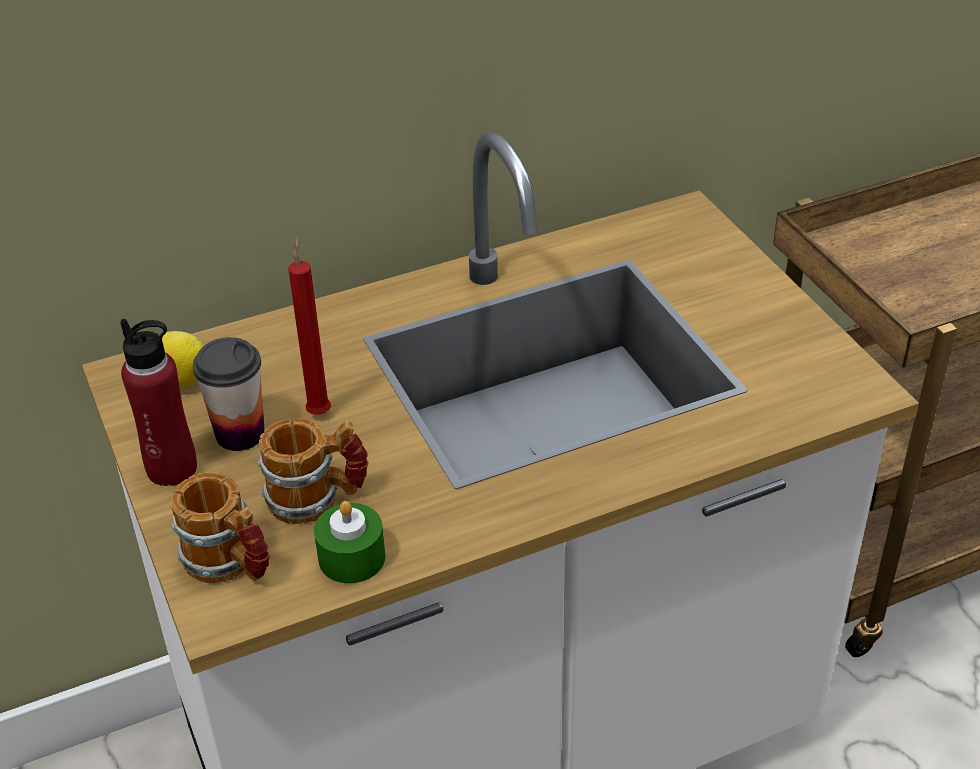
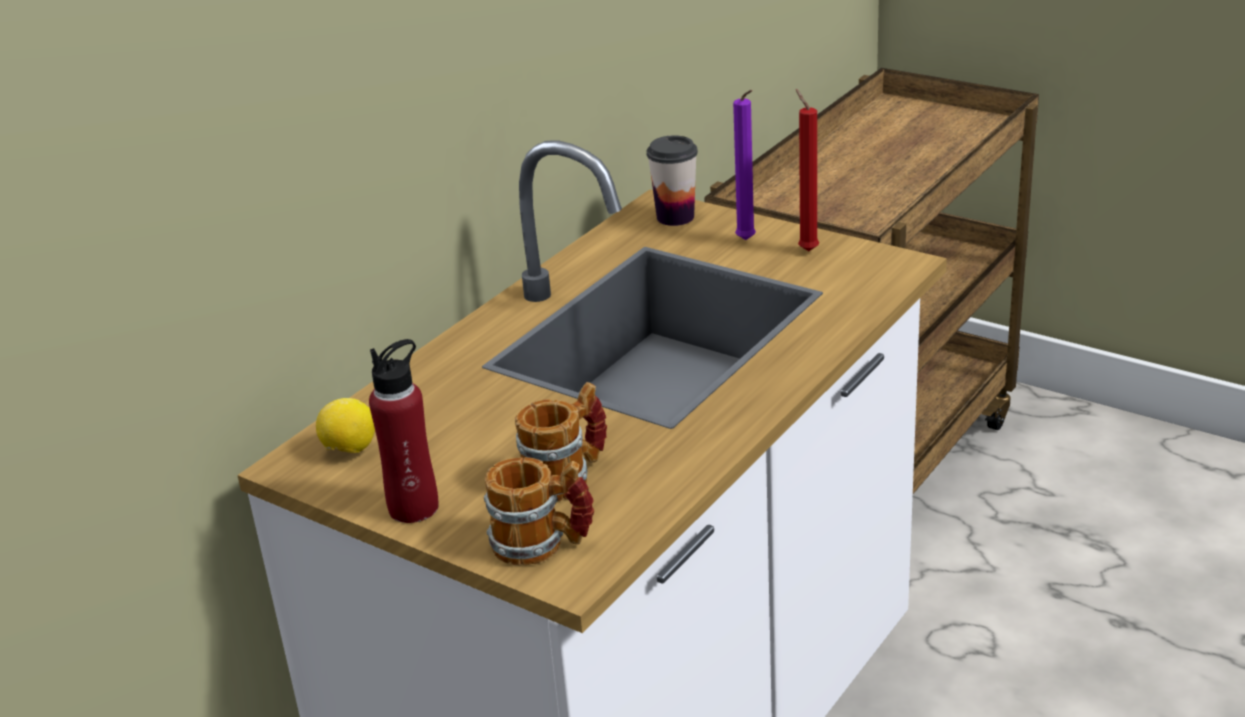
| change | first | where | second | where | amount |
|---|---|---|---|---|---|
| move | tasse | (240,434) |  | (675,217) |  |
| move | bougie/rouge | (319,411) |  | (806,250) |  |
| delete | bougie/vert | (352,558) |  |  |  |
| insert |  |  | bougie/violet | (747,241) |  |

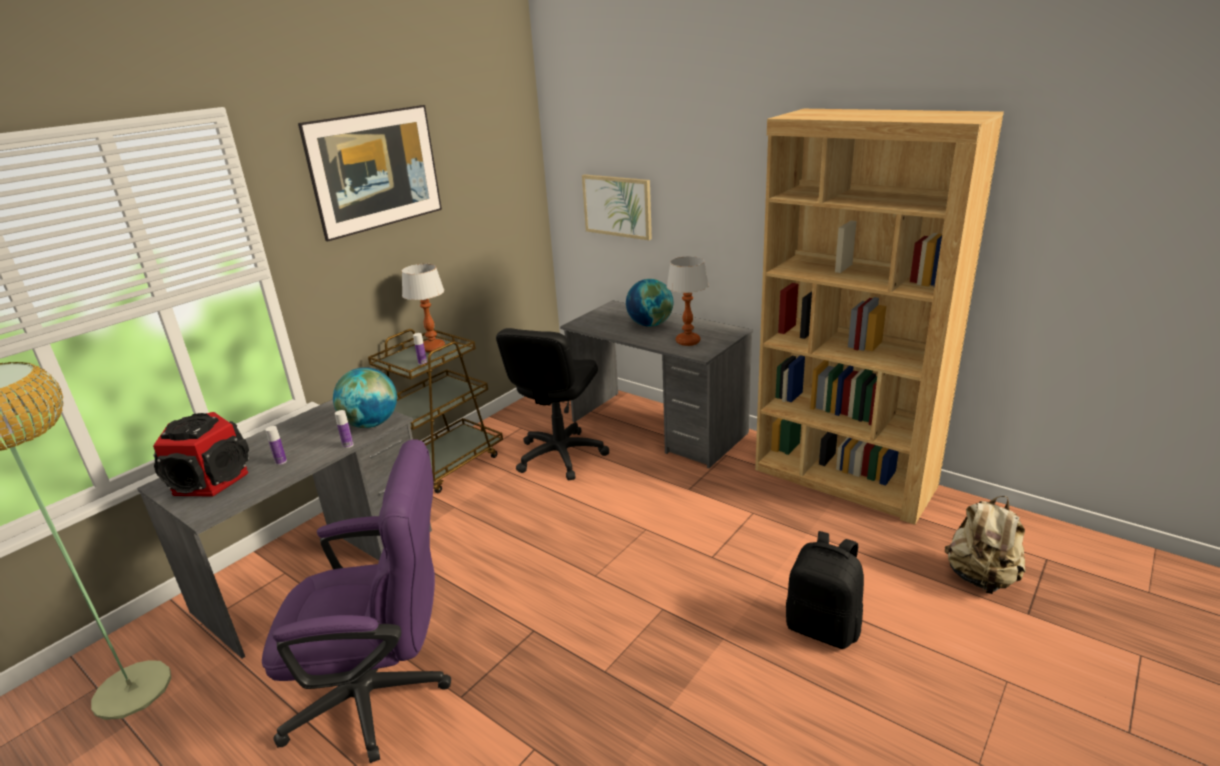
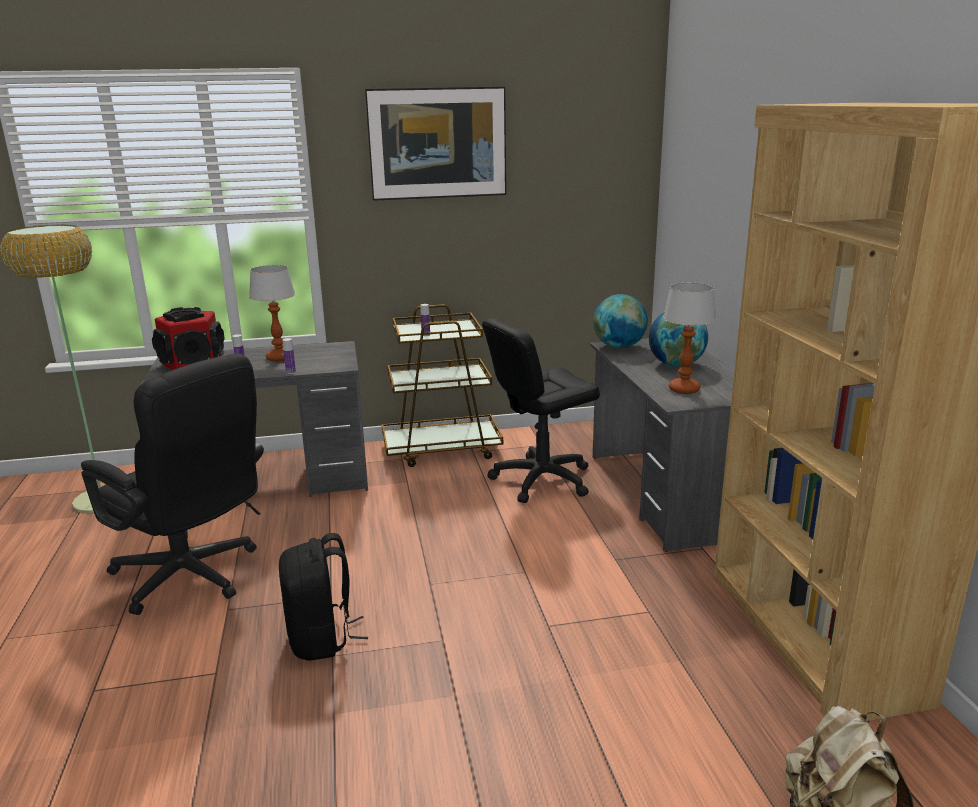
| change | first | where | second | where | amount |
|---|---|---|---|---|---|
| recolor | chaise de bureau/violet | (382,694) | chaise de bureau/noir | (193,578) |  |
| move | globe | (371,424) |  | (619,347) |  |
| move | lampe de table | (433,348) |  | (280,358) |  |
| delete | tableau | (617,206) |  |  |  |
| move | sac à dos/noir | (823,627) |  | (322,639) |  |

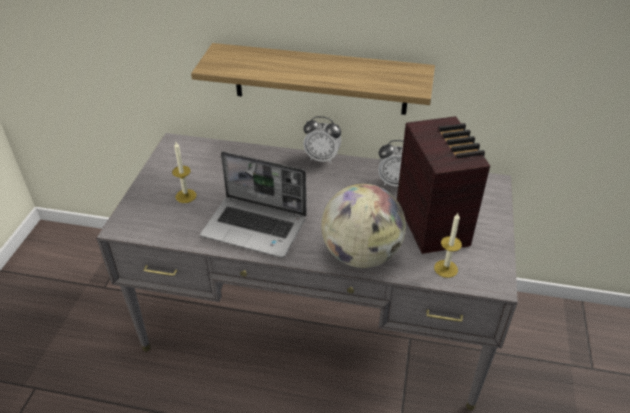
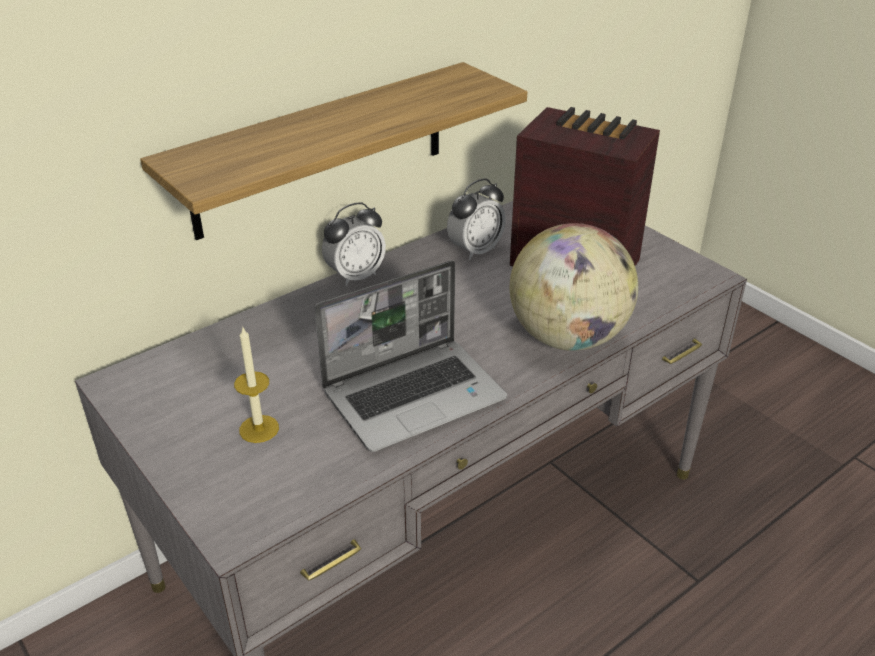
| change | first | where | second | where | amount |
|---|---|---|---|---|---|
| delete | bougie | (446,268) |  |  |  |

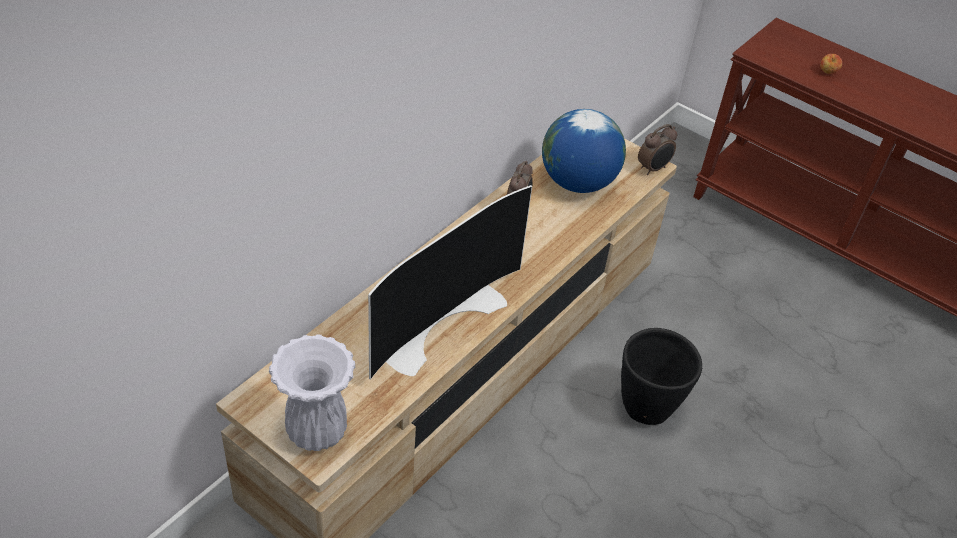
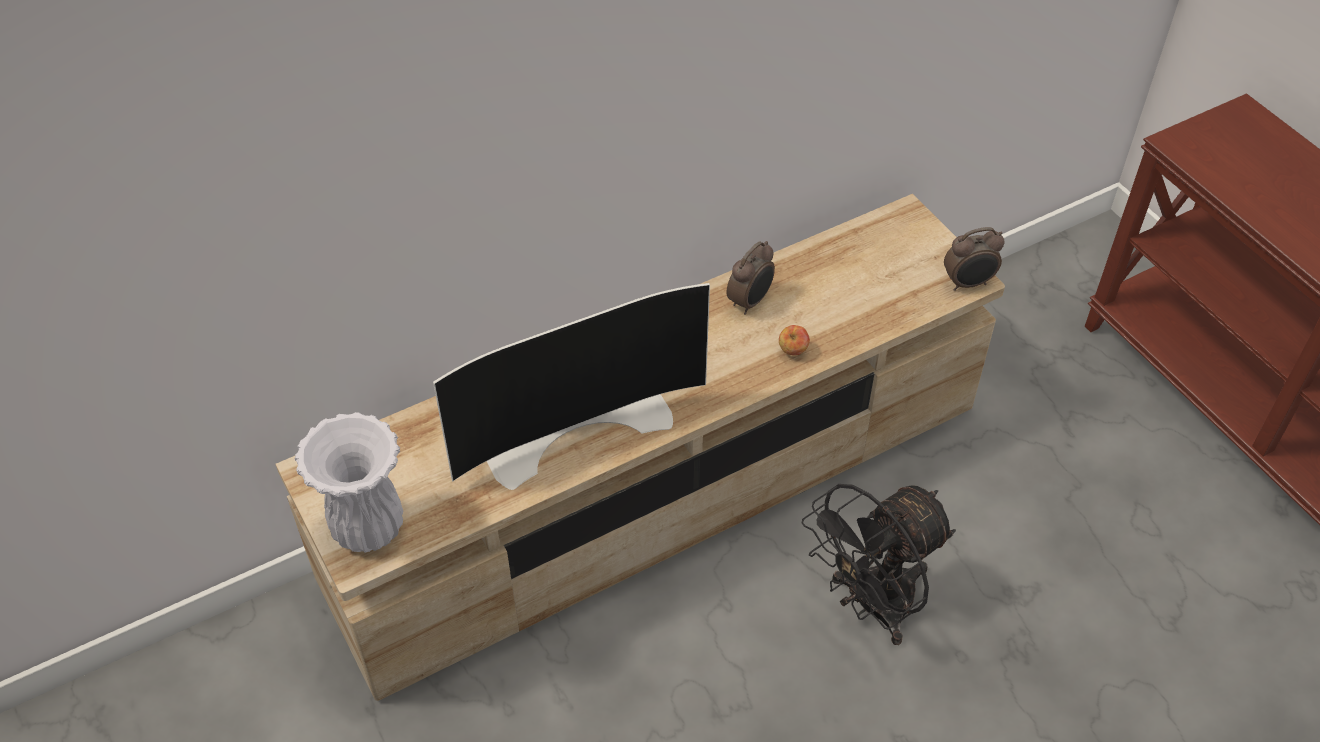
| change | first | where | second | where | amount |
|---|---|---|---|---|---|
| delete | globe | (577,182) |  |  |  |
| replace | cache-pot/noir | (647,408) | ventilateur/noir | (871,606) |  |
| move | pomme | (827,72) |  | (793,350) |  |

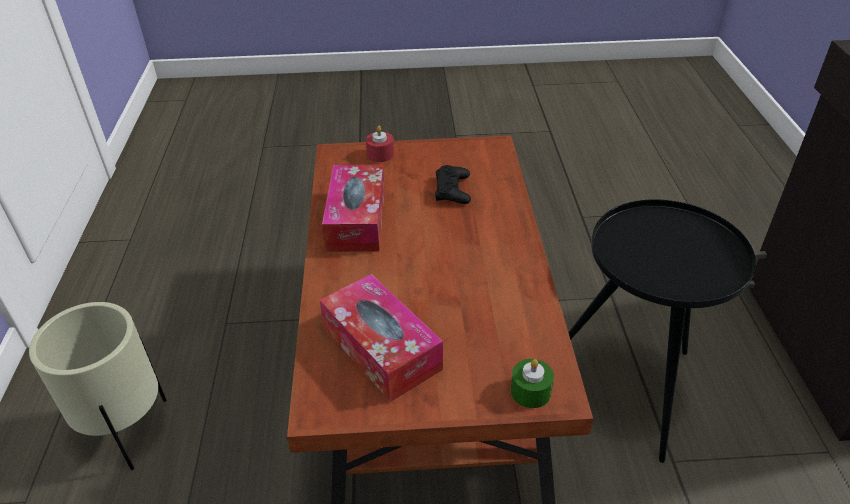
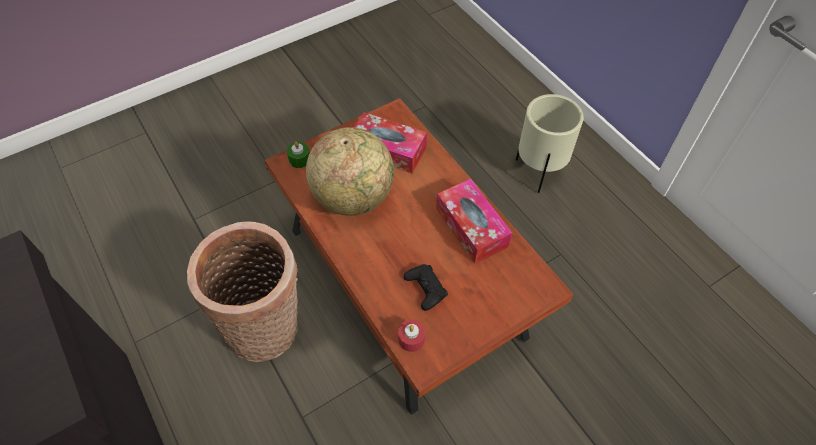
| change | first | where | second | where | amount |
|---|---|---|---|---|---|
| move | bougie/rouge | (380,154) |  | (411,339) |  |
| replace | table d'appoint/noir | (630,392) | panier | (268,328) |  |
| insert |  |  | globe | (353,197) |  |

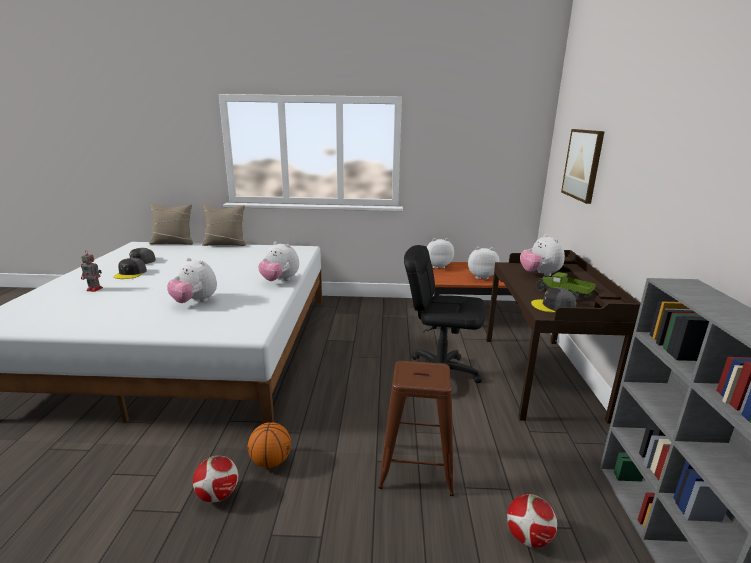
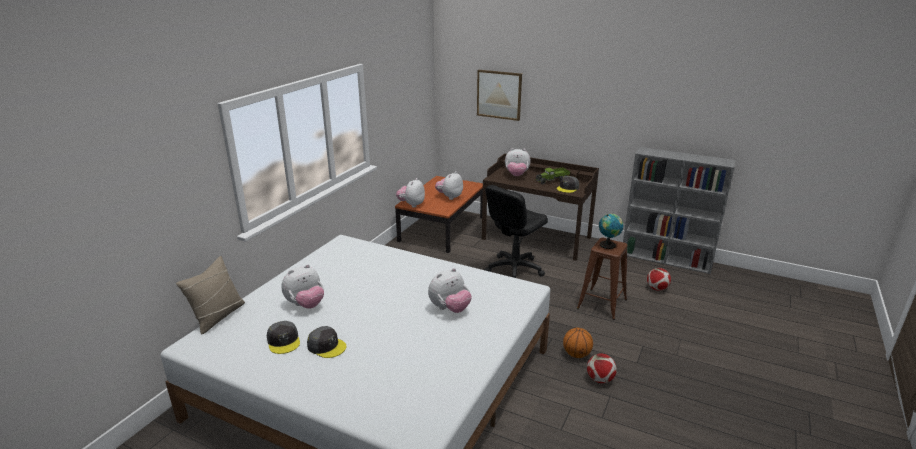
| change | first | where | second | where | amount |
|---|---|---|---|---|---|
| delete | robot jouet | (95,289) |  |  |  |
| delete | coussin/beige | (225,244) |  |  |  |
| move | peluche | (280,281) |  | (306,305) |  |
| insert |  |  | globe | (608,245) |  |

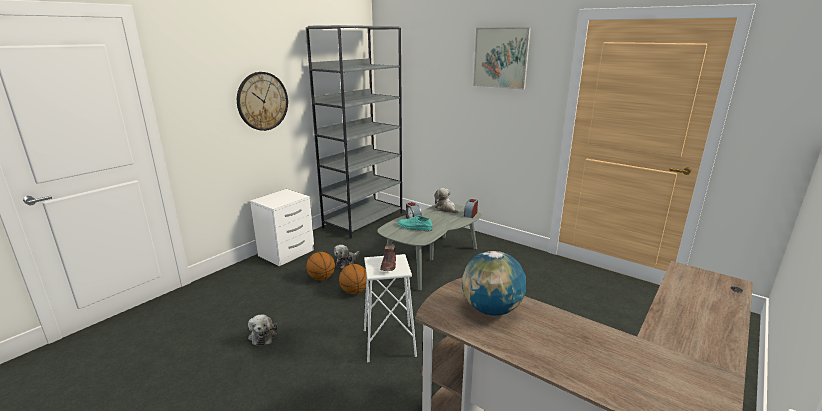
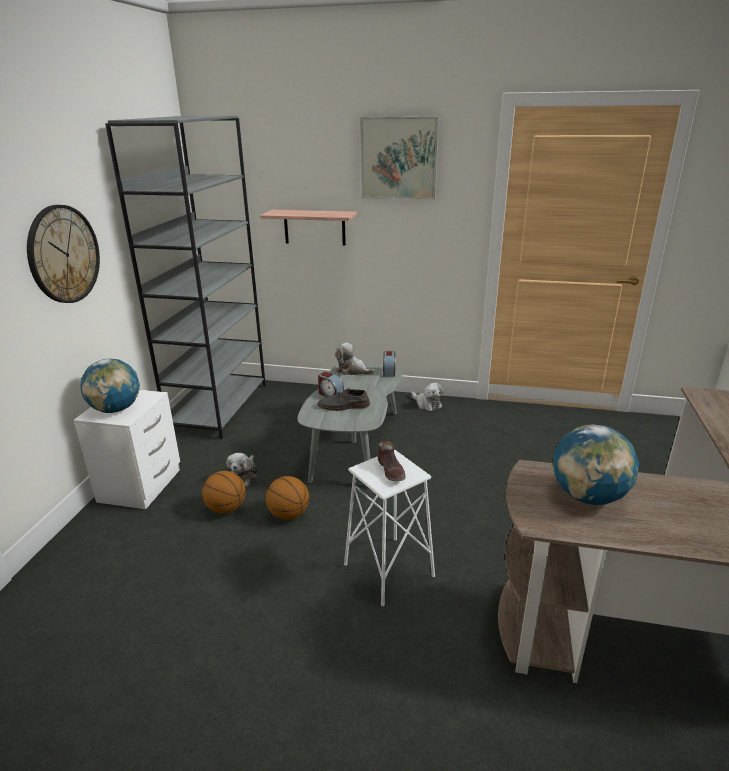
| change | first | where | second | where | amount |
|---|---|---|---|---|---|
| move | peluche | (263,335) |  | (427,404) |  |
| recolor | chaussure/turquoise | (414,227) | chaussure/gris | (343,406) |  |
| insert |  |  | globe | (116,409) |  |
| insert |  |  | étagère | (314,227) |  |

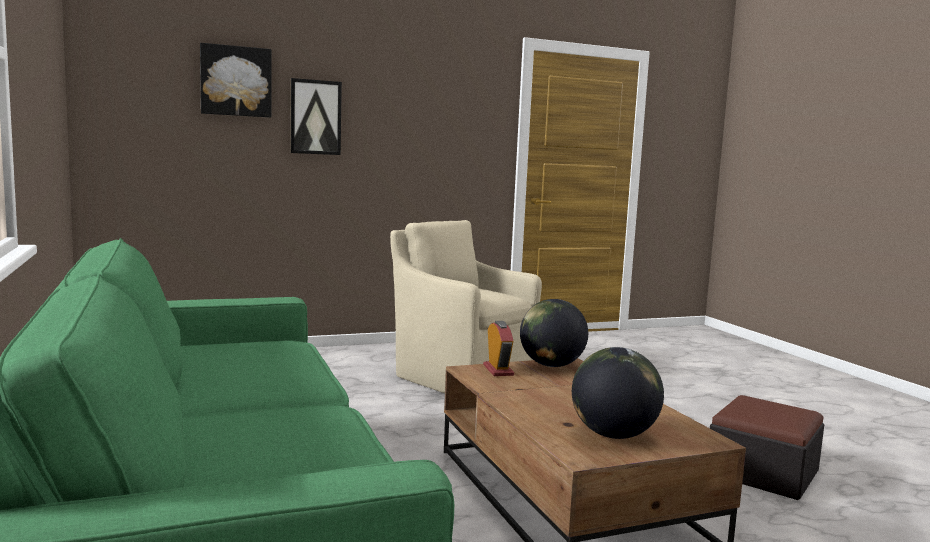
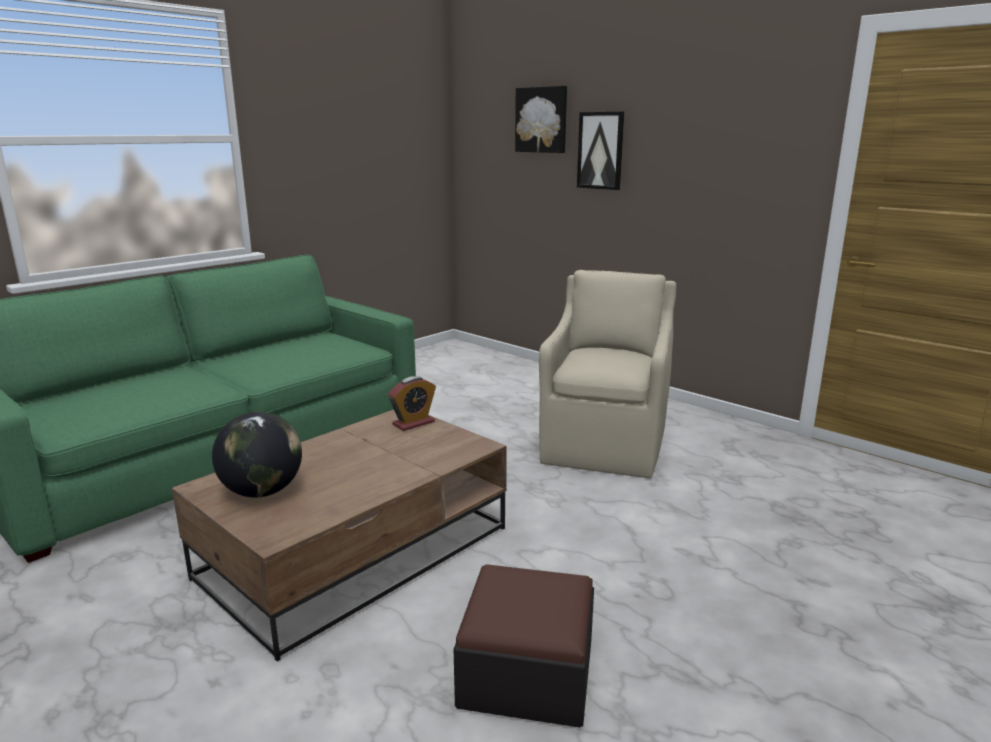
| change | first | where | second | where | amount |
|---|---|---|---|---|---|
| delete | globe | (551,365) |  |  |  |

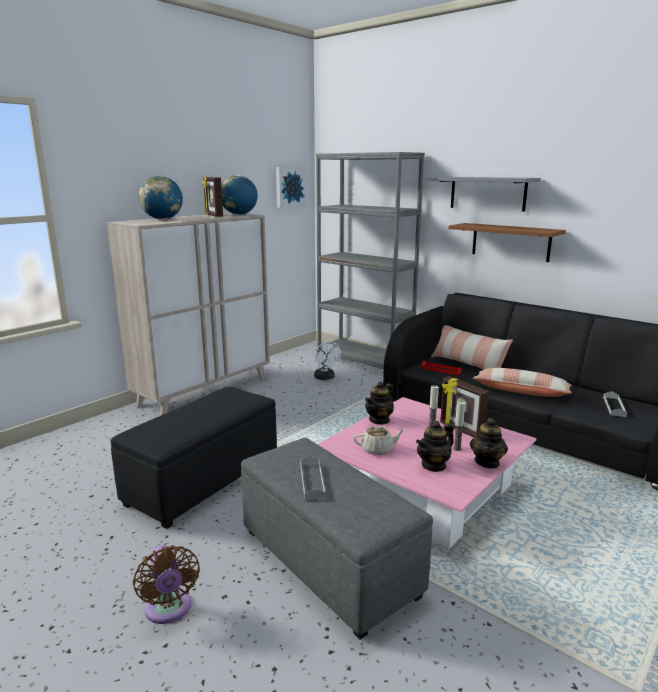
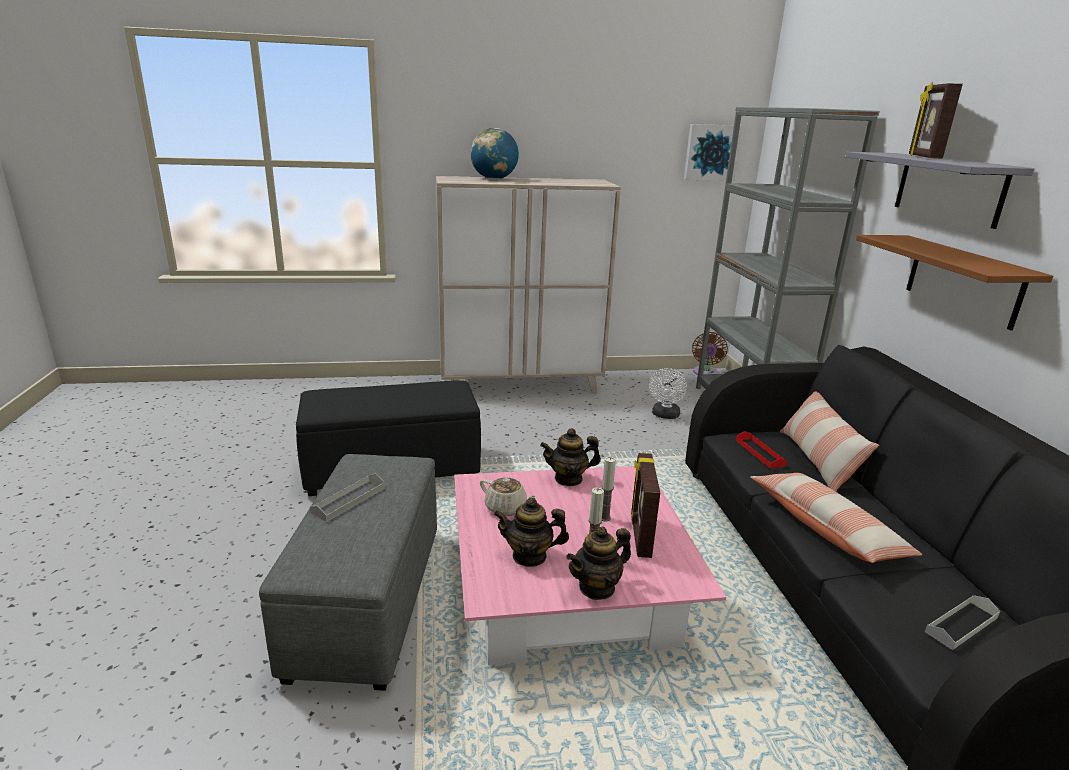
| change | first | where | second | where | amount |
|---|---|---|---|---|---|
| move | ventilateur/marron | (169,610) |  | (705,373) |  |
| move | cadre photo | (213,216) |  | (923,157) |  |
| delete | globe | (239,214) |  |  |  |

